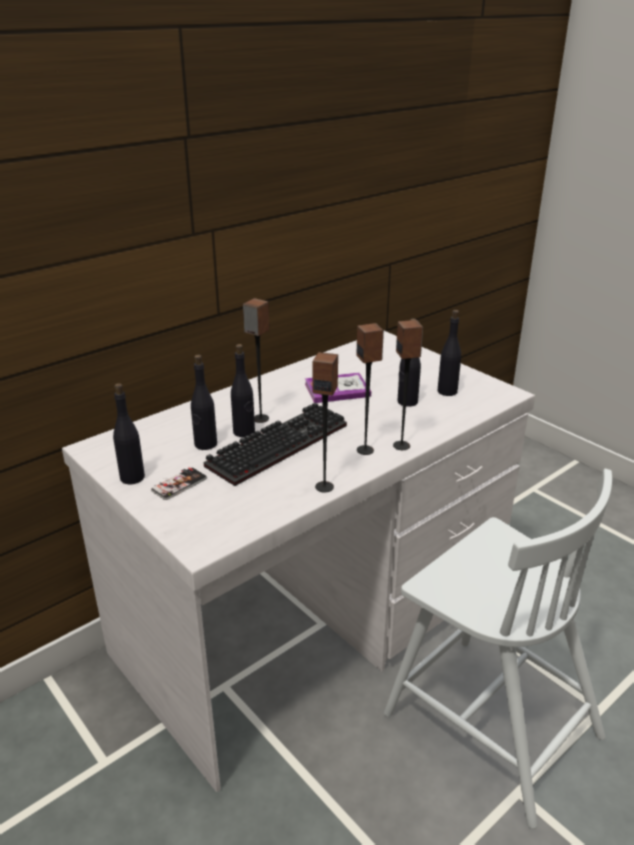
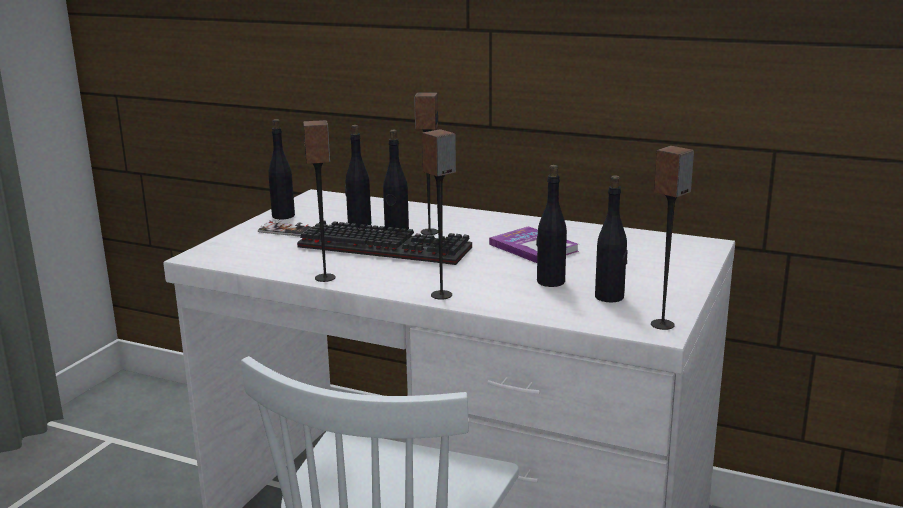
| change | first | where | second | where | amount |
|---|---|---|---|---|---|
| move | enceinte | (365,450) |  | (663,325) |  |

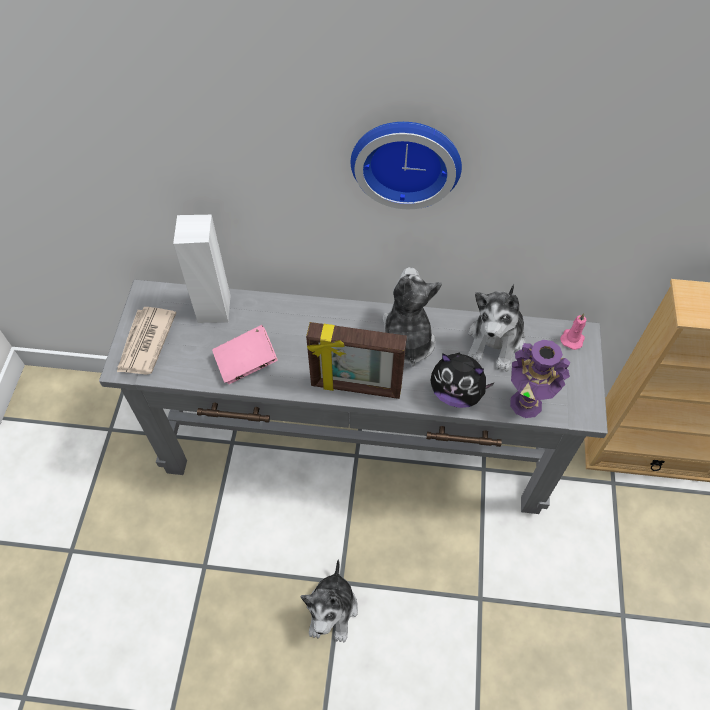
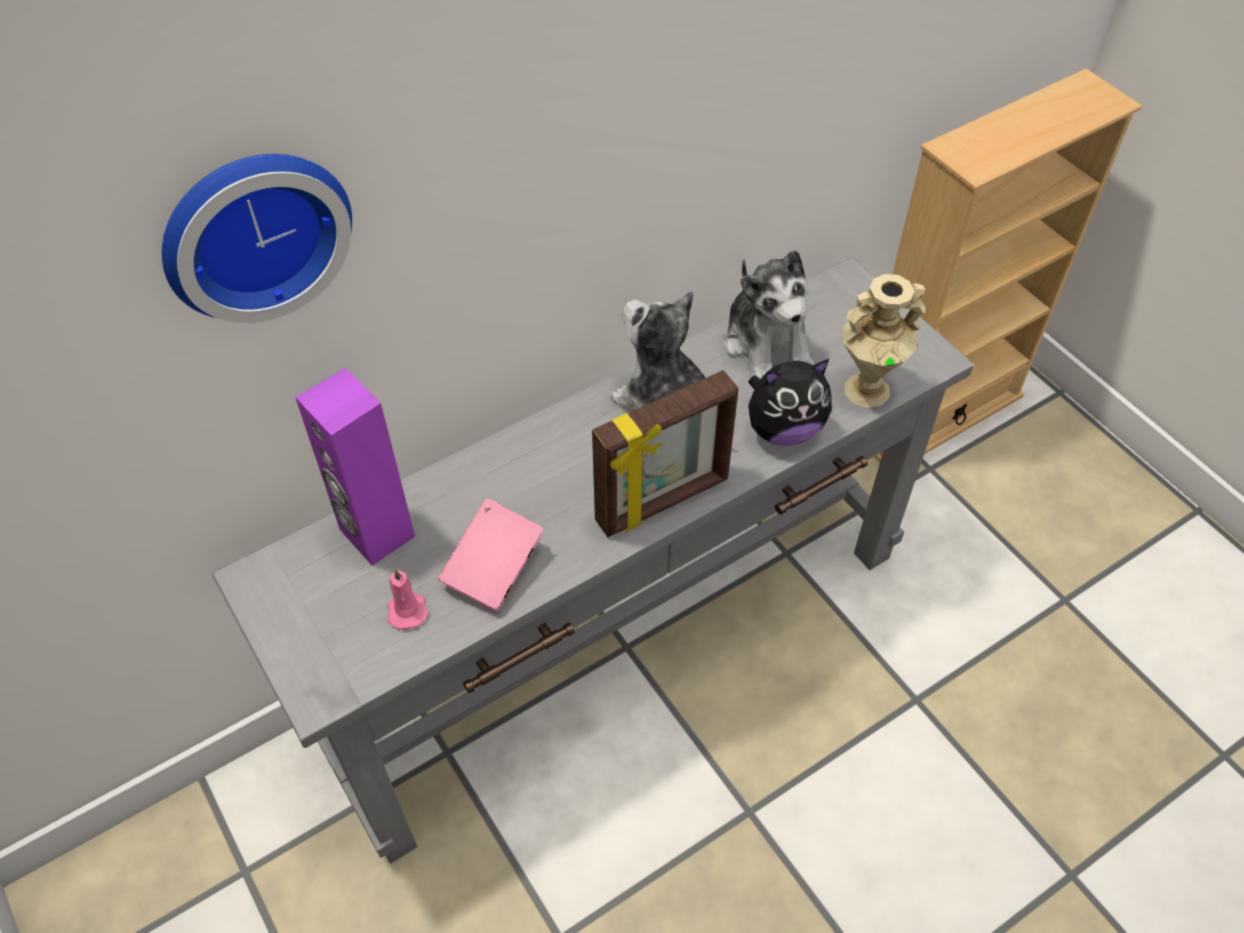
| change | first | where | second | where | amount |
|---|---|---|---|---|---|
| delete | journal | (145,343) |  |  |  |
| recolor | enceinte/blanc | (213,309) | enceinte/violet | (376,533) |  |
| delete | peluche | (332,610) |  |  |  |
| move | horloge murale | (406,159) |  | (253,230) |  |
| recolor | vase/violet | (526,403) | vase/beige | (866,389) |  |
| move | bougie/rose | (572,338) |  | (407,609) |  |

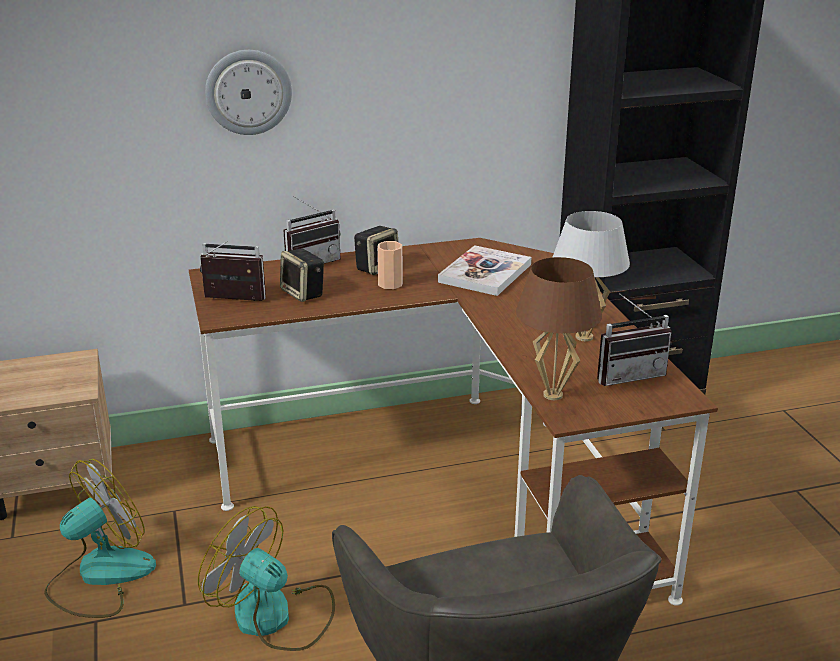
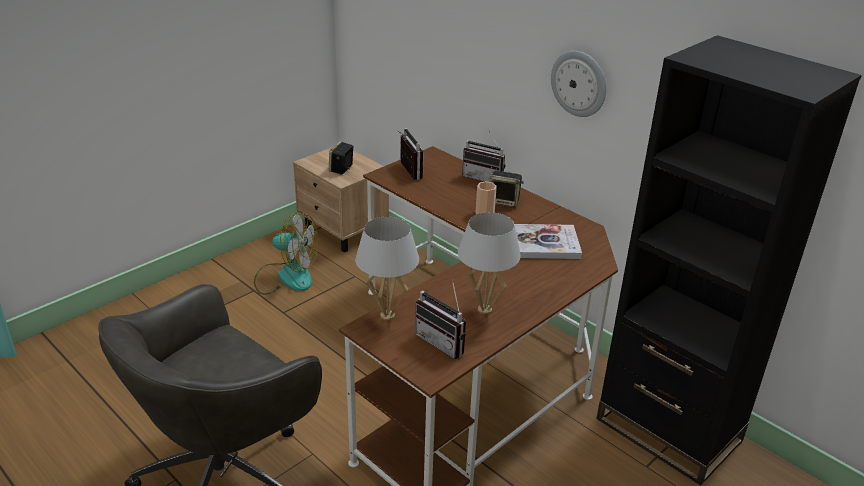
| change | first | where | second | where | amount |
|---|---|---|---|---|---|
| delete | ventilateur | (275,617) |  |  |  |
| move | horloge murale | (248,92) |  | (579,83) |  |
| move | enceinte | (303,293) |  | (341,169) |  |
| recolor | lampe de table/marron | (552,395) | lampe de table/blanc | (387,315) |  |

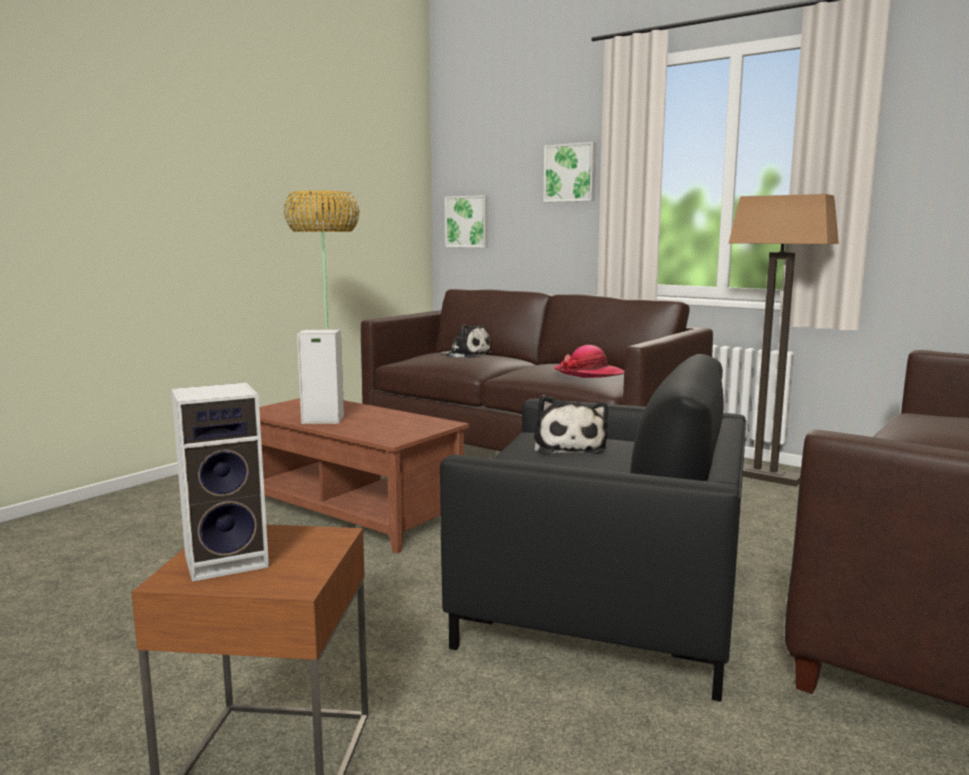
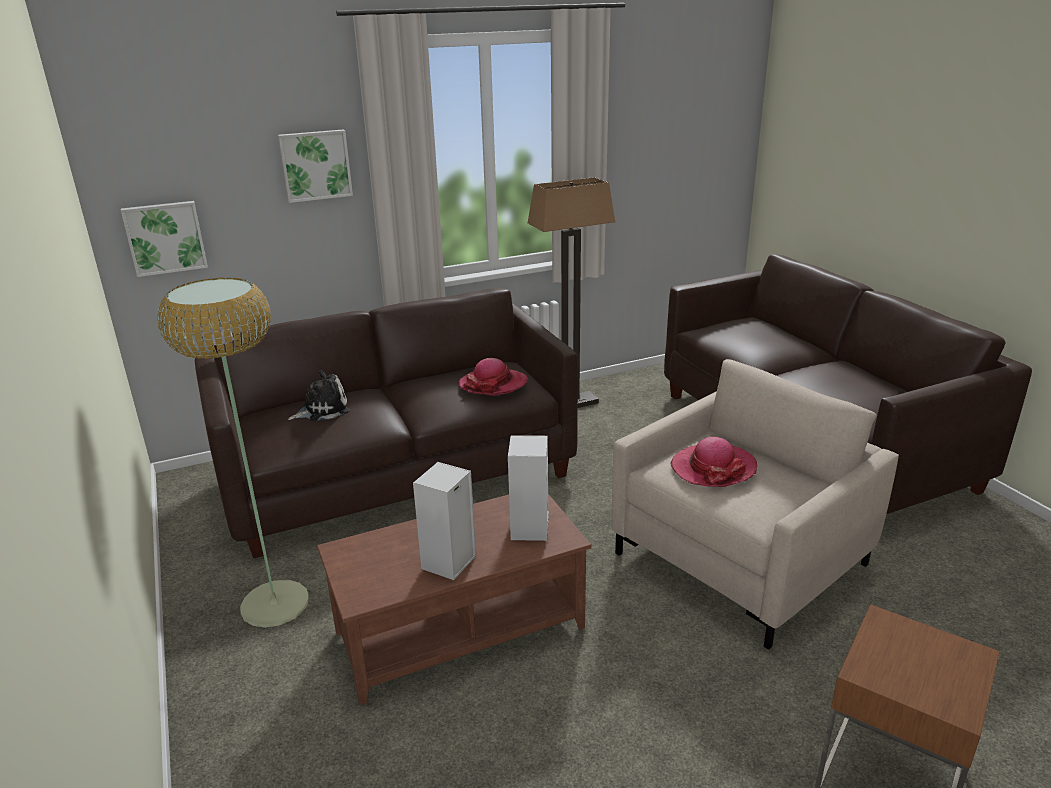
| change | first | where | second | where | amount |
|---|---|---|---|---|---|
| move | enceinte | (229,560) |  | (529,527) |  |
| recolor | fauteuil/noir | (603,608) | fauteuil/beige | (740,559) |  |
| replace | peluche | (569,447) | chapeau | (713,468) |  |

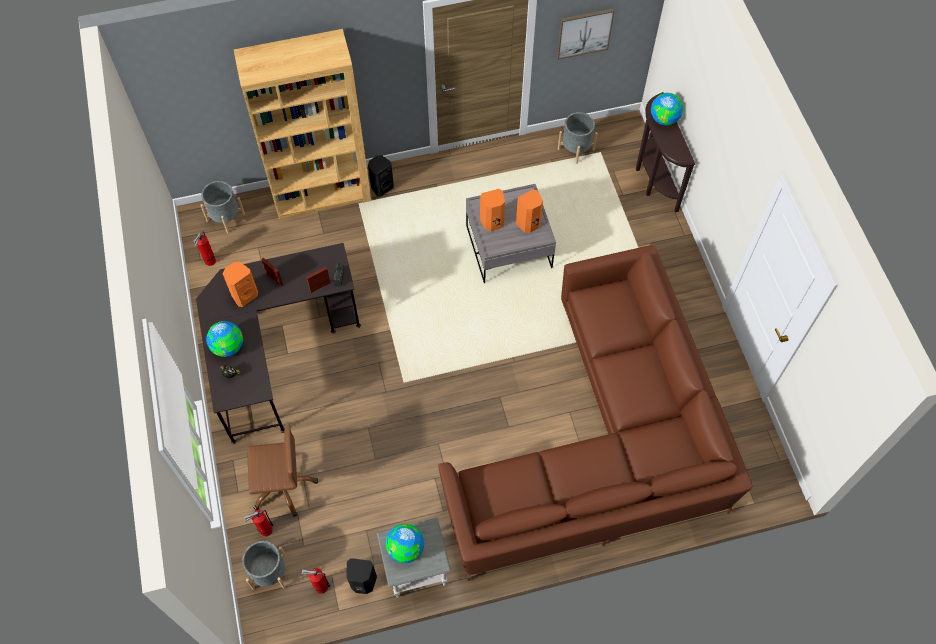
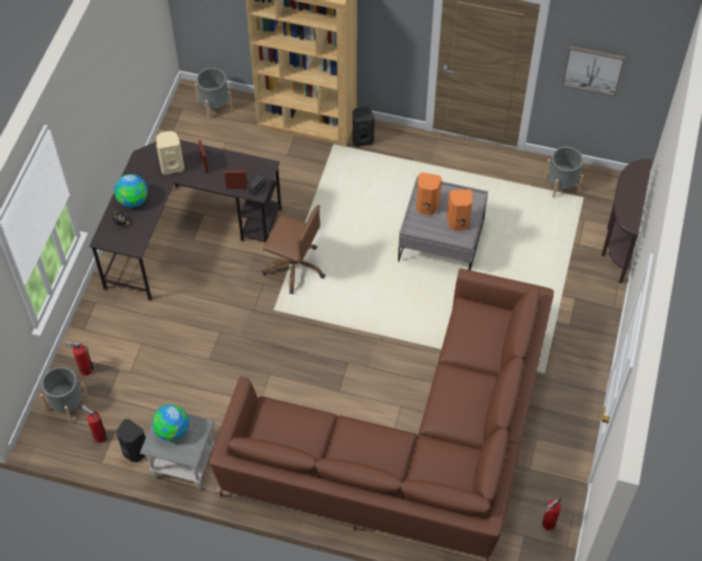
| change | first | where | second | where | amount |
|---|---|---|---|---|---|
| move | extincteur | (209,262) |  | (547,525) |  |
| recolor | enceinte/orange | (244,295) | enceinte/beige | (172,166) |  |
| move | chaise de bureau/marron | (283,485) |  | (295,267) |  |
| delete | globe | (664,119) |  |  |  |

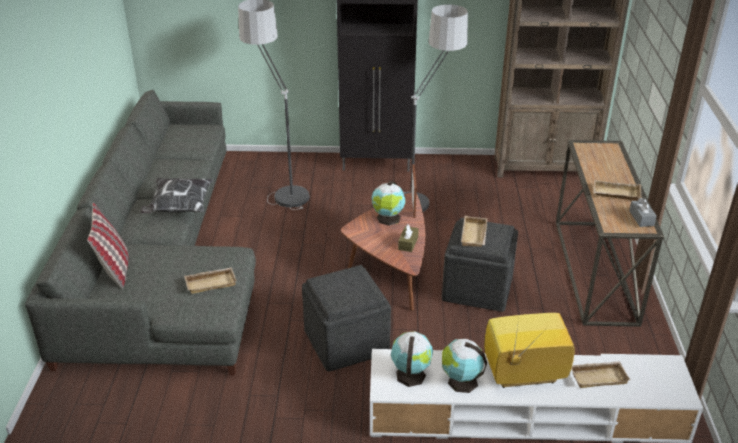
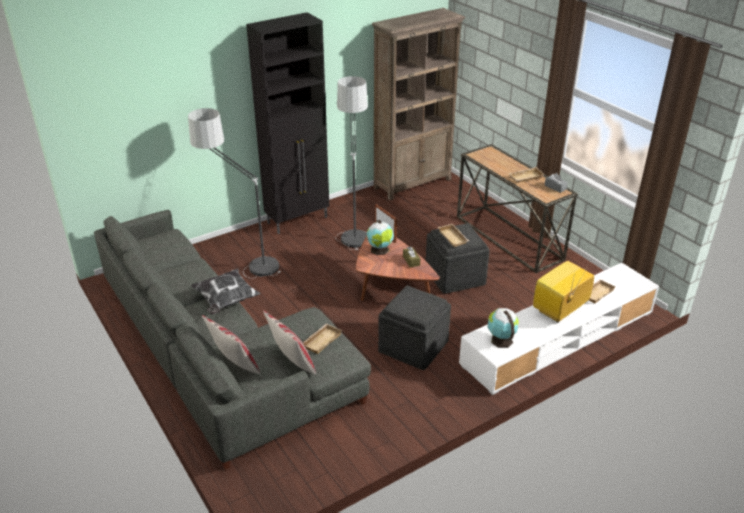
| change | first | where | second | where | amount |
|---|---|---|---|---|---|
| delete | globe | (461,381) |  |  |  |
| insert |  |  | coussin | (292,362) |  |

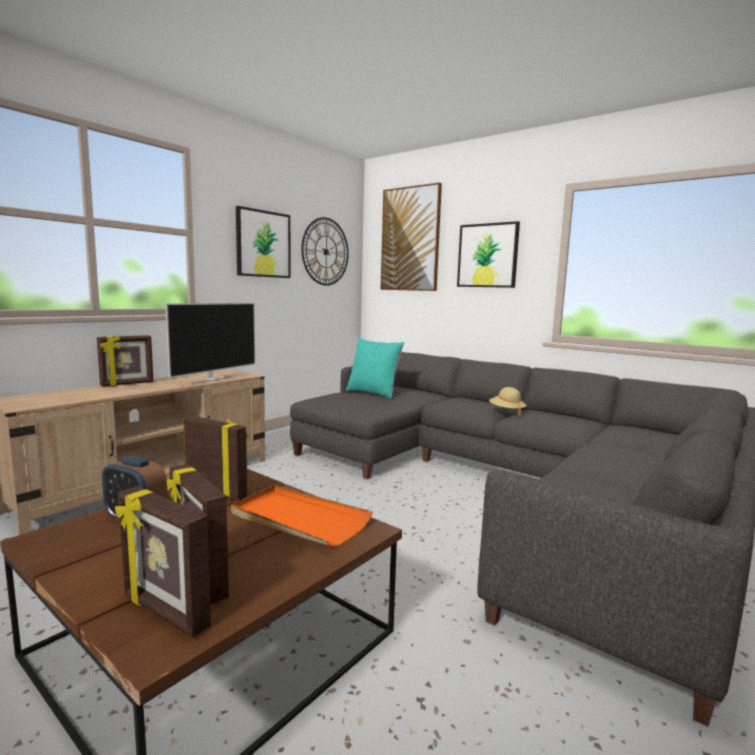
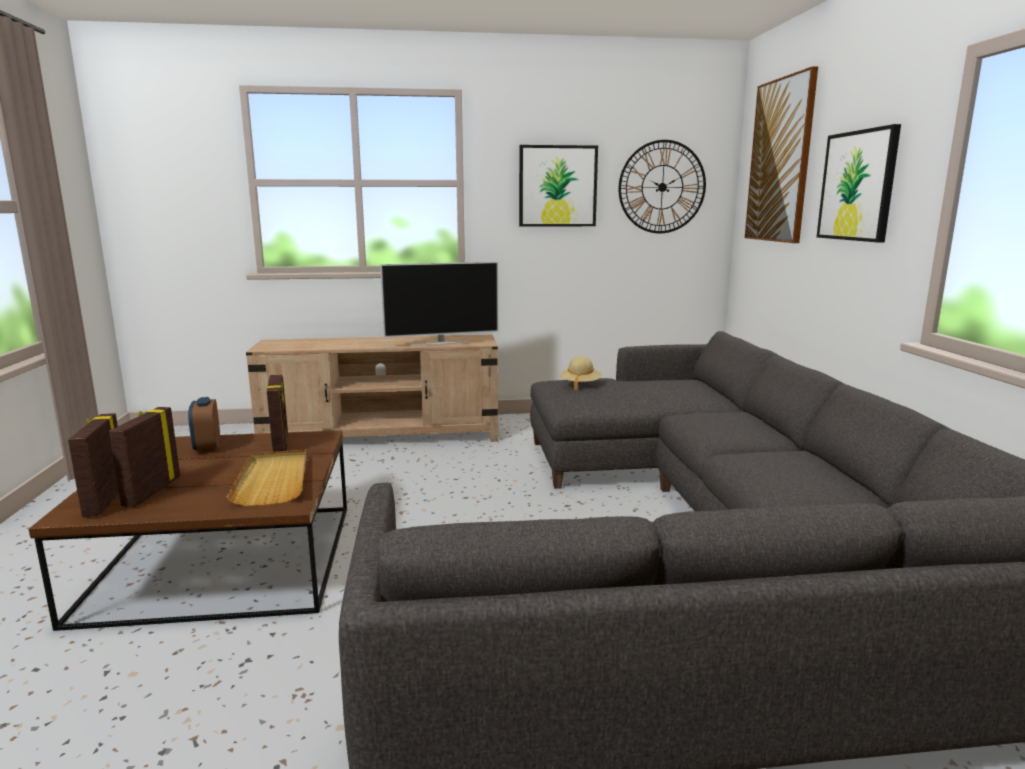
| change | first | where | second | where | amount |
|---|---|---|---|---|---|
| delete | cadre photo | (127,384) |  |  |  |
| recolor | plateau/orange | (299,519) | plateau/beige | (273,480) |  |
| delete | coussin/turquoise | (373,393) |  |  |  |
| move | chapeau/beige | (506,411) |  | (580,385) |  |

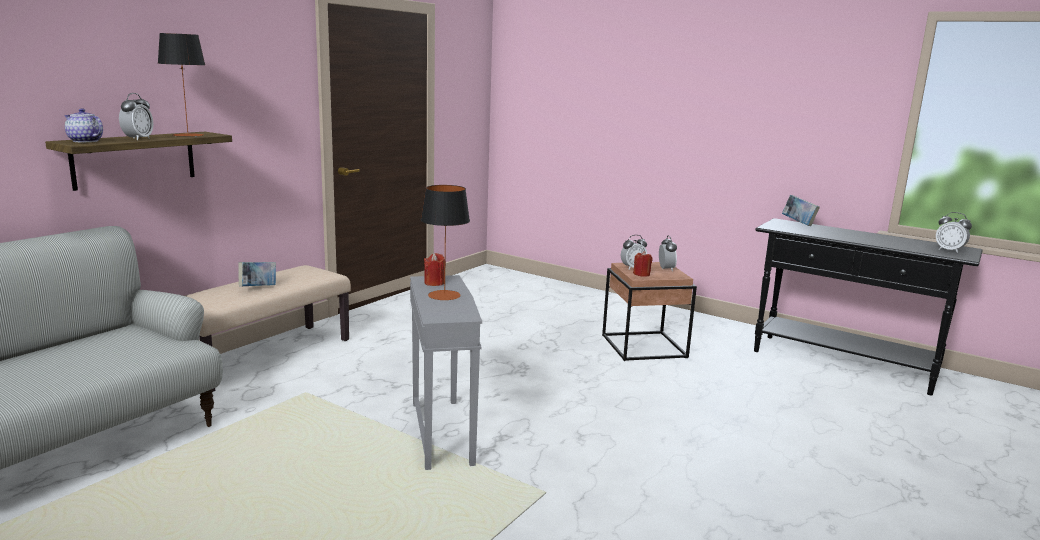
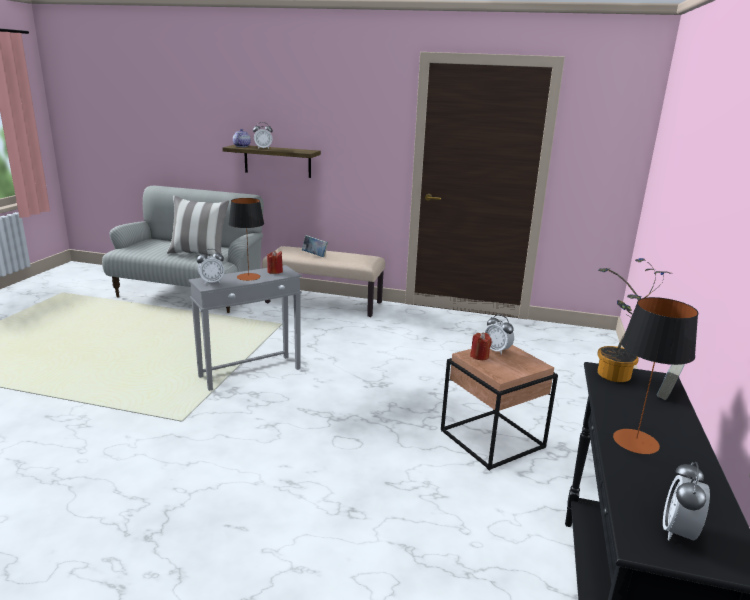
| change | first | where | second | where | amount |
|---|---|---|---|---|---|
| move | lampe de table | (188,135) |  | (636,441) |  |
| move | réveil | (666,269) |  | (211,282) |  |
| insert |  |  | coussin | (199,254) |  |
| insert |  |  | plante en pot | (615,377) |  |

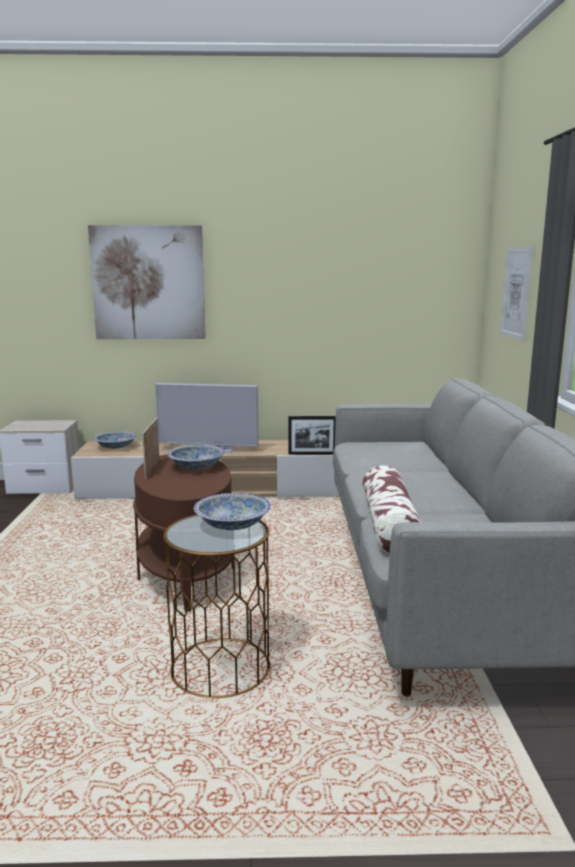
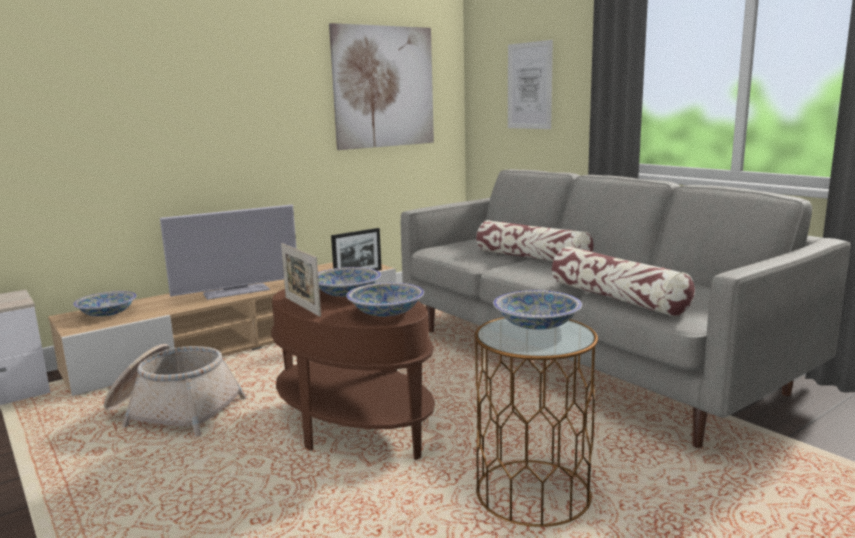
| change | first | where | second | where | amount |
|---|---|---|---|---|---|
| move | tableau | (148,283) |  | (383,87) |  |
| insert |  |  | panier | (174,411) |  |
| insert |  |  | bol | (386,313) |  |
| insert |  |  | coussin | (532,258) |  |

